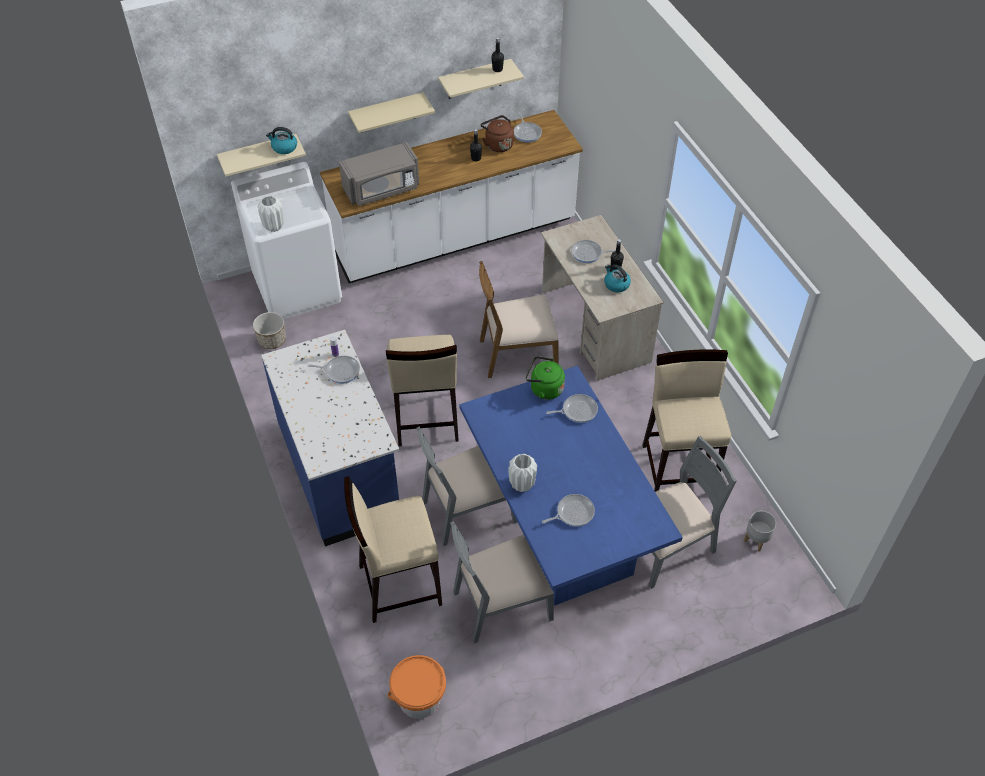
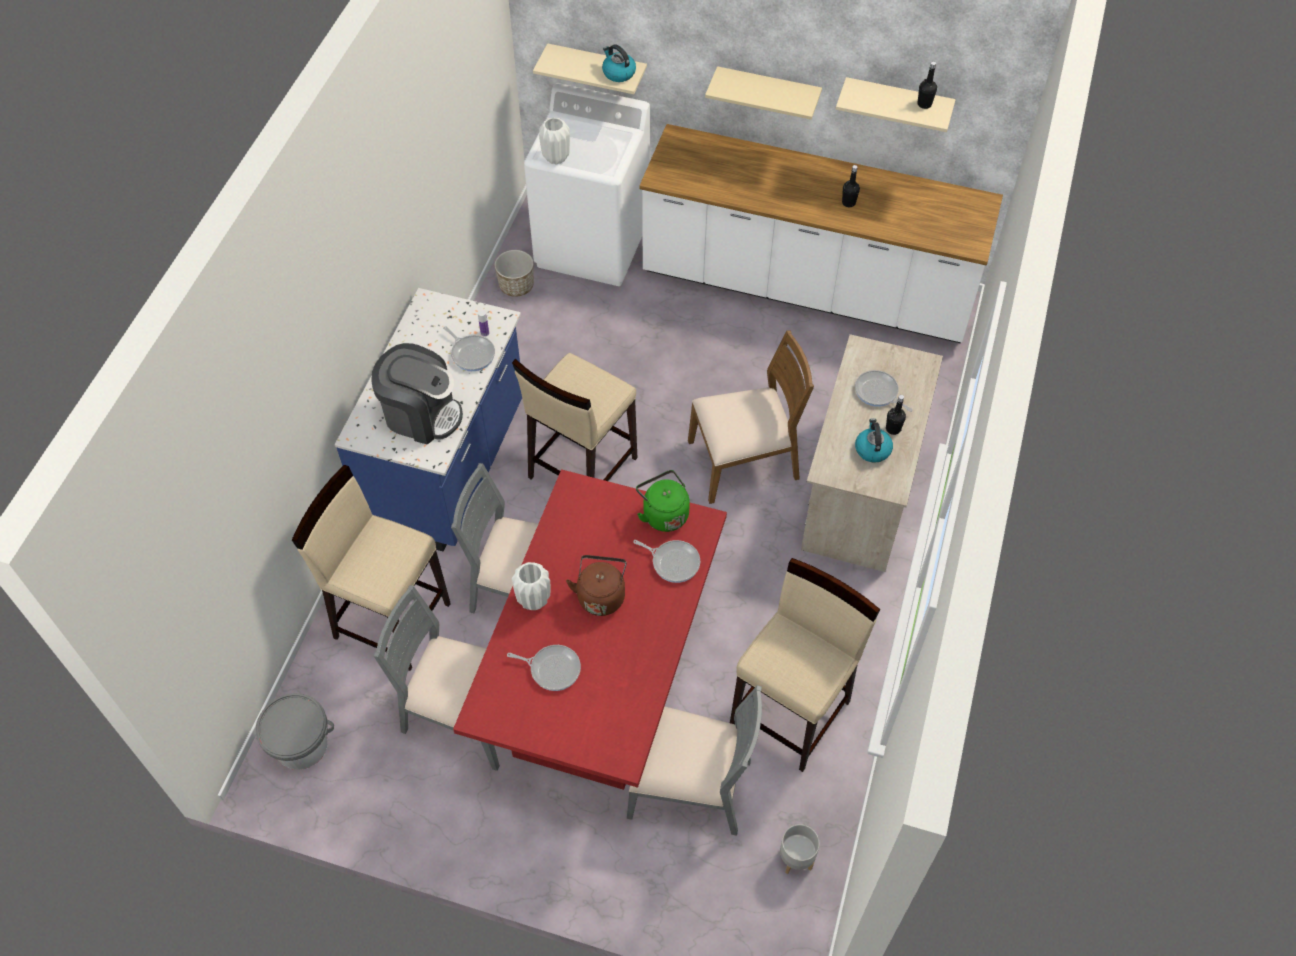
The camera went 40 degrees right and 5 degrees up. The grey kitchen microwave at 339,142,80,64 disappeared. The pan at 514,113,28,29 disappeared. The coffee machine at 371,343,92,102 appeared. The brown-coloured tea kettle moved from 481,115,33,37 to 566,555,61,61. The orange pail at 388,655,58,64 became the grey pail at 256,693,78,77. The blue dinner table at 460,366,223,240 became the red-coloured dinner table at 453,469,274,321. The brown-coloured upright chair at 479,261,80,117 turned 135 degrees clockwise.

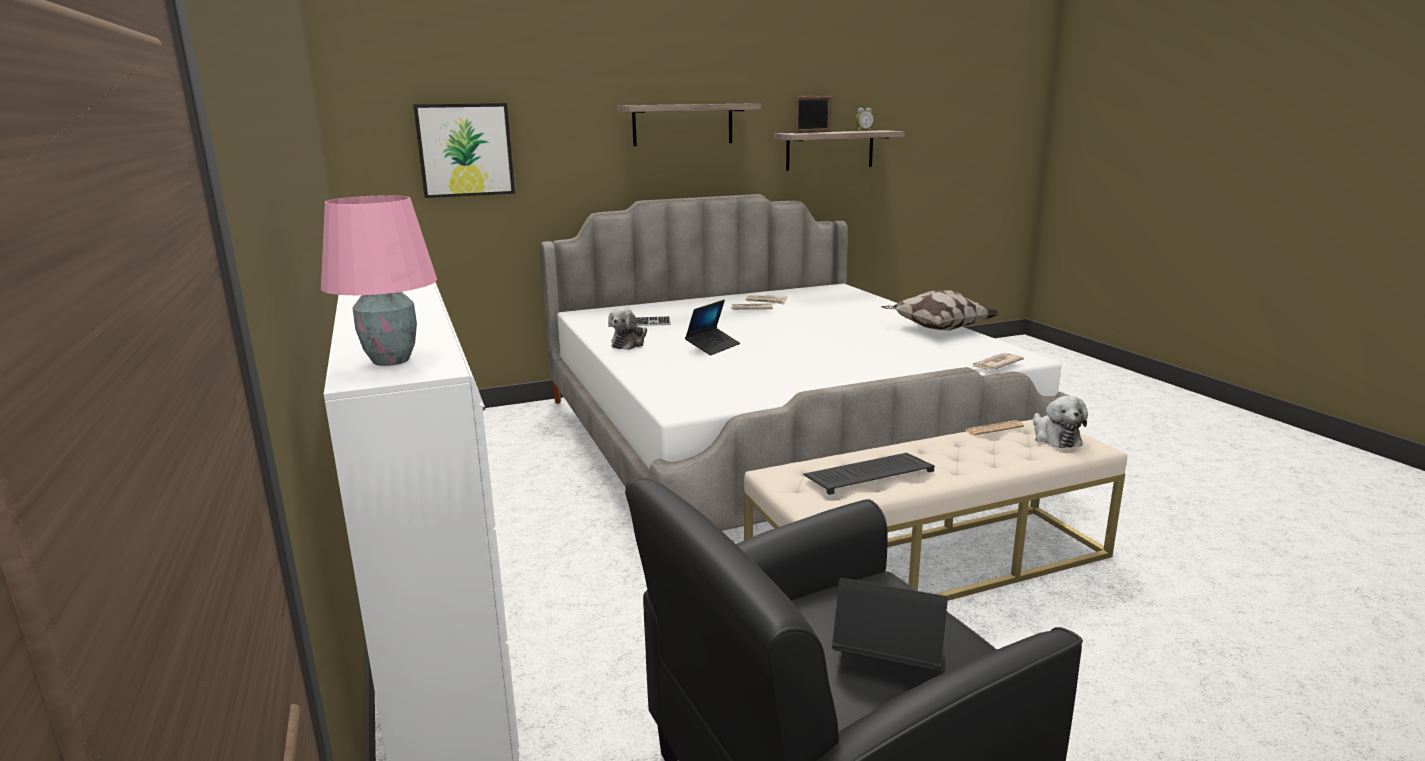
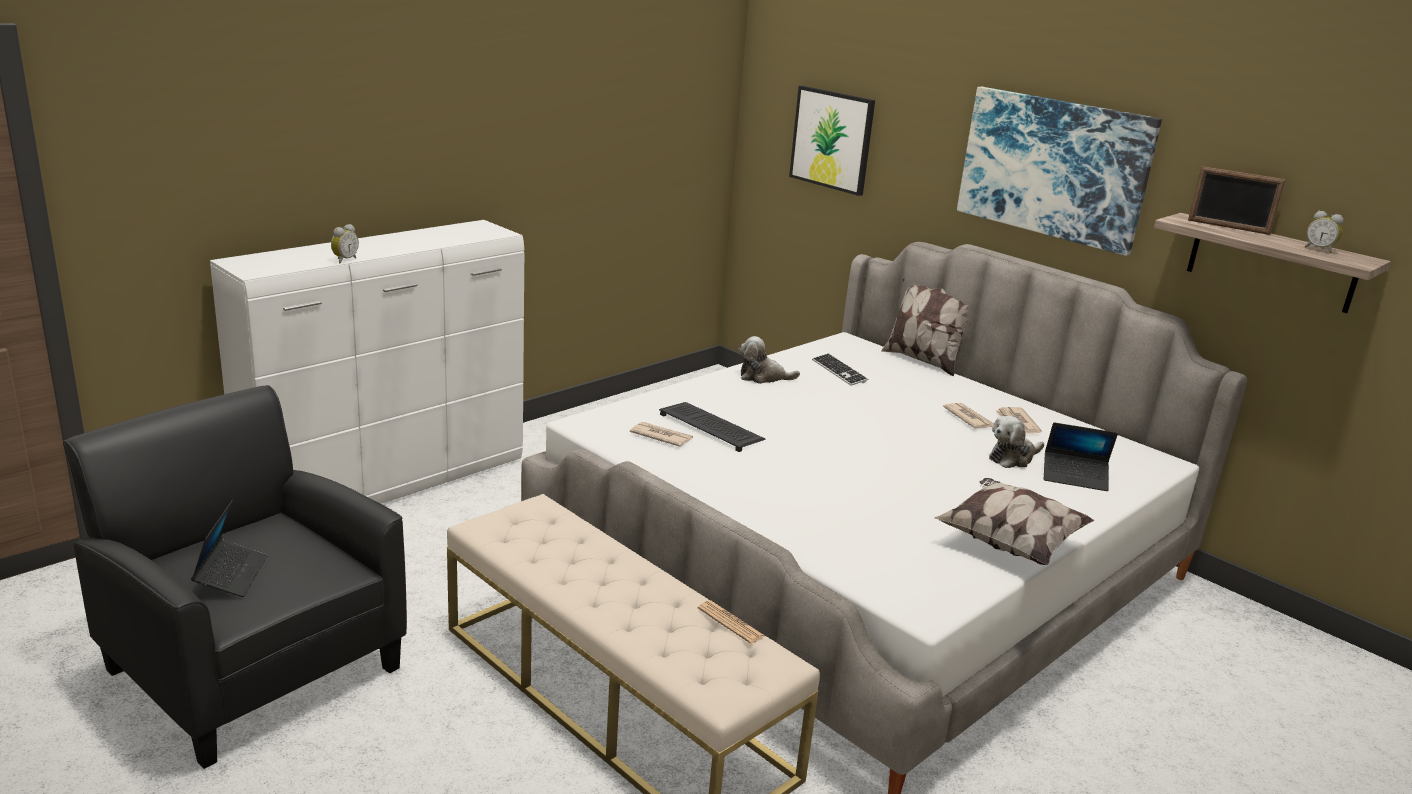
The camera went 65 degrees right and 5 degrees up. The pinkish table lamp at 321,195,116,171 disappeared. The alarm clock at 331,224,28,39 appeared. The pillow at 882,277,87,99 appeared. The notebook computer moved from 685,300,55,55 to 1044,422,74,69. The computer keyboard moved from 803,453,132,42 to 659,402,106,50. The printed paper moved from 972,353,52,17 to 630,422,63,25. The cuddly toy moved from 1033,396,55,52 to 989,416,55,52. The bracket shelf at 617,103,144,43 was replaced by the wall art at 957,87,205,169.

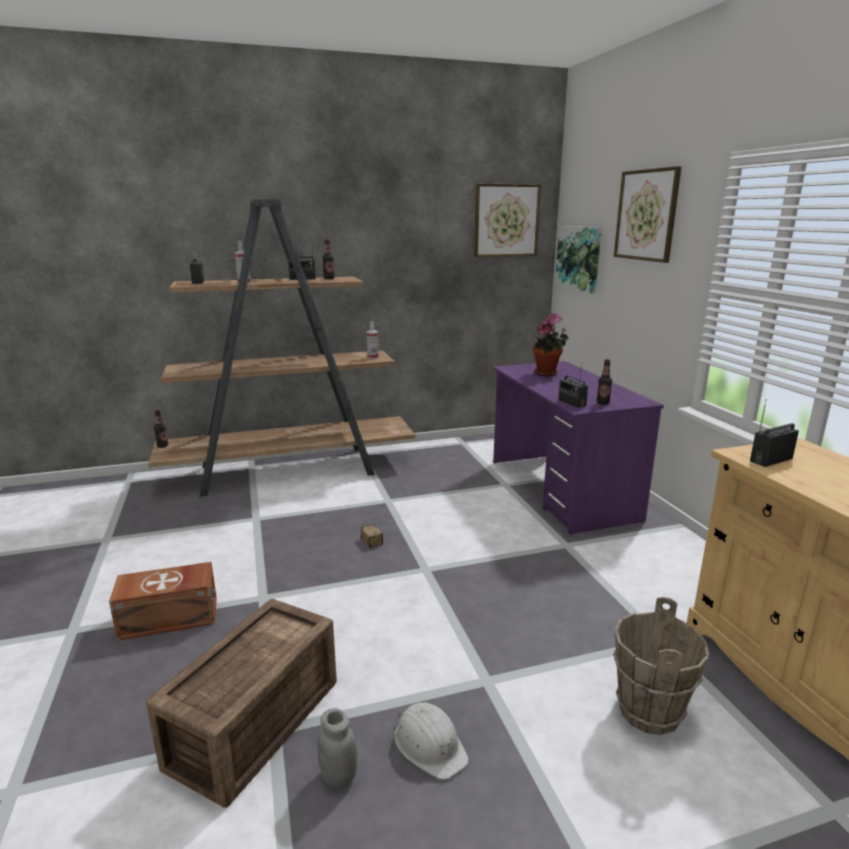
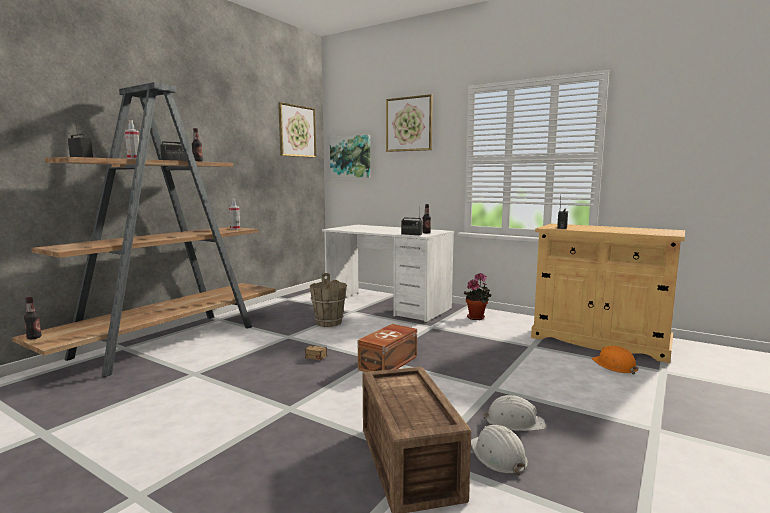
The camera went 40 degrees left and 10 degrees down. The orange safety helmet at 592,346,47,29 appeared. The brown-coloured storage bin moved from 109,562,108,79 to 358,324,59,48. The houseplant moved from 533,313,36,63 to 464,273,27,47. The brown-coloured pail moved from 613,597,96,138 to 310,273,37,54. The grey preserve jar at 317,708,40,80 was replaced by the white safety helmet at 471,425,57,51. The purplish desk unit at 492,361,172,174 became the white desk unit at 322,224,132,98.

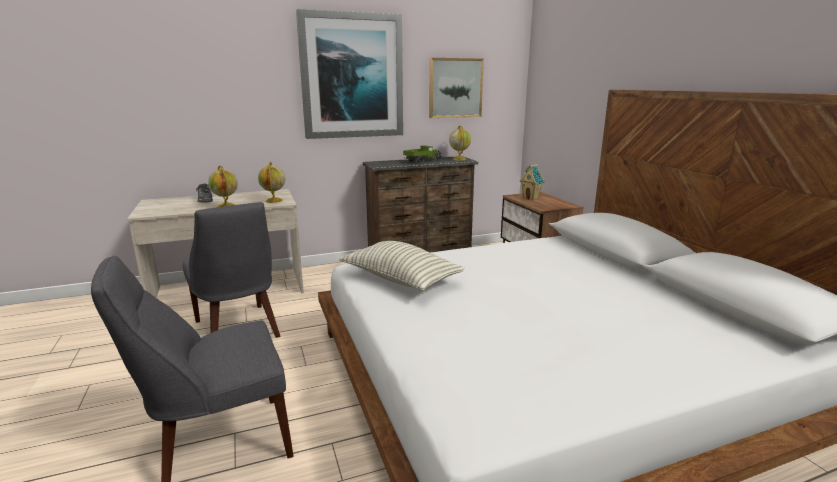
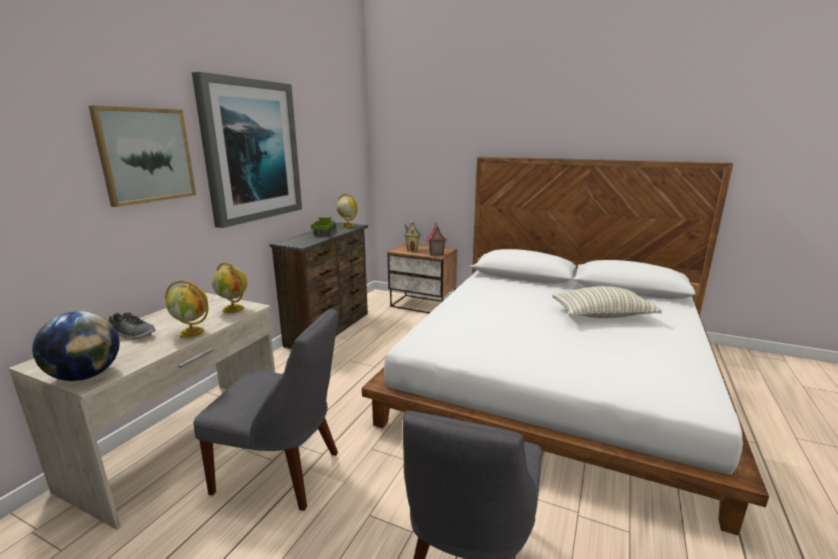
The camera went 45 degrees left and 0 degrees up. The globe at 32,311,88,70 appeared. The toy house at 426,222,21,34 appeared. The pillow moved from 339,241,125,50 to 552,286,110,32. The wall art moved from 429,58,55,60 to 89,106,107,101.

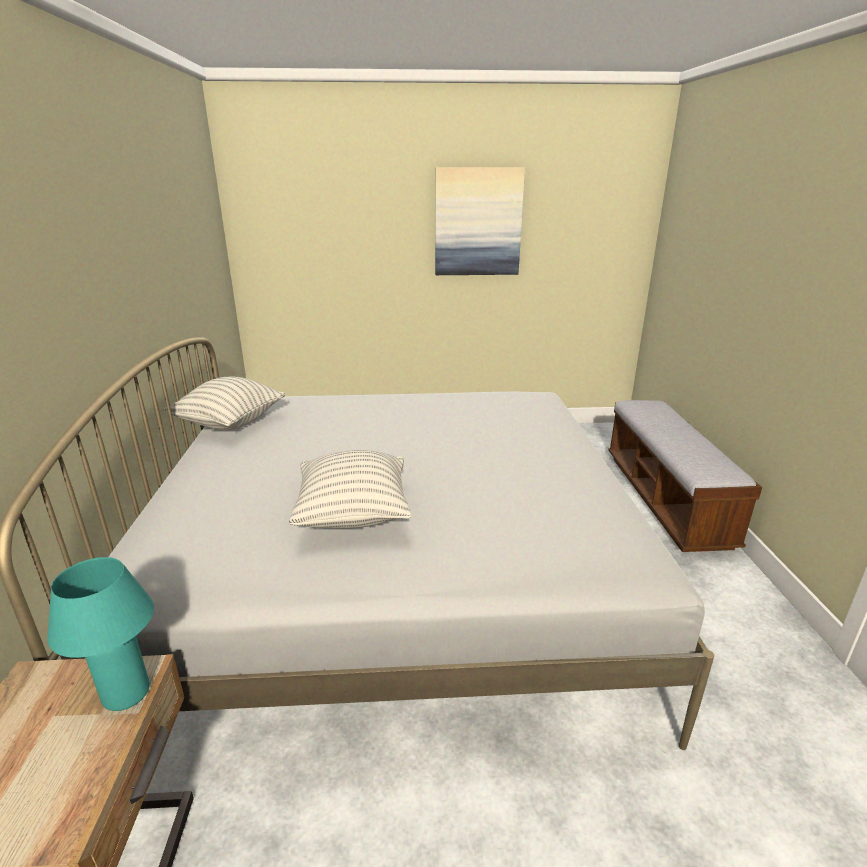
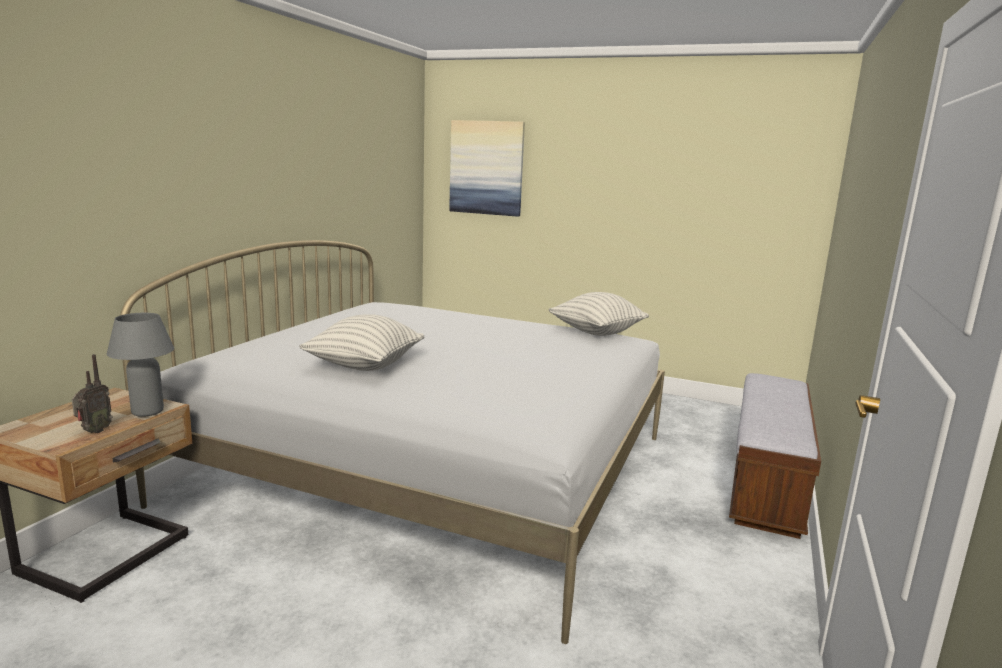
The camera went 25 degrees right and 10 degrees down. The radio at 72,354,40,79 appeared. The pillow moved from 163,377,122,53 to 549,292,100,44. The wall art moved from 435,167,90,108 to 449,120,76,97. The turquoise-coloured table lamp at 47,557,107,154 became the grey table lamp at 107,313,67,104.

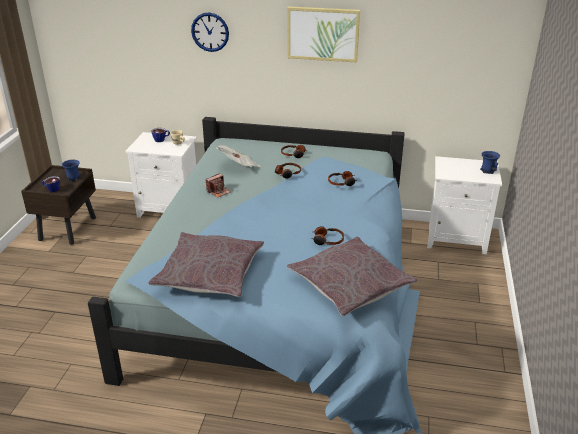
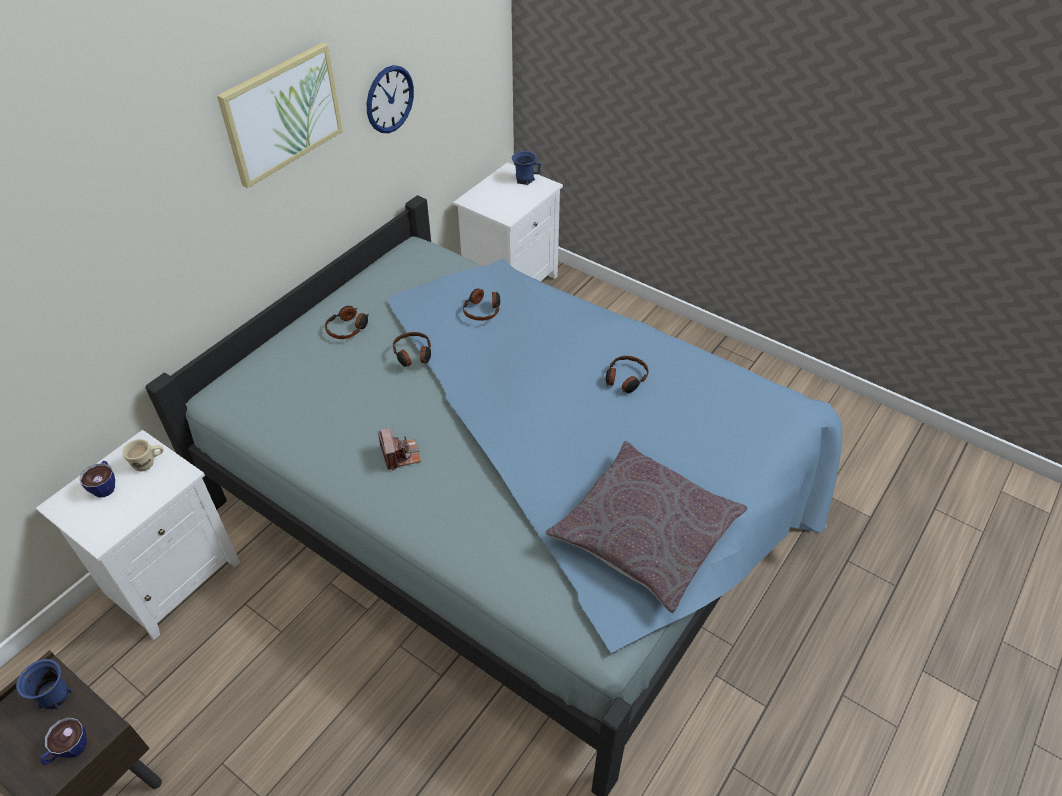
The camera went 65 degrees left and 15 degrees up. The printed paper at 216,145,45,22 disappeared. The grey pillow at 287,236,130,81 disappeared. The hanging clock moved from 191,13,38,39 to 367,65,47,68.

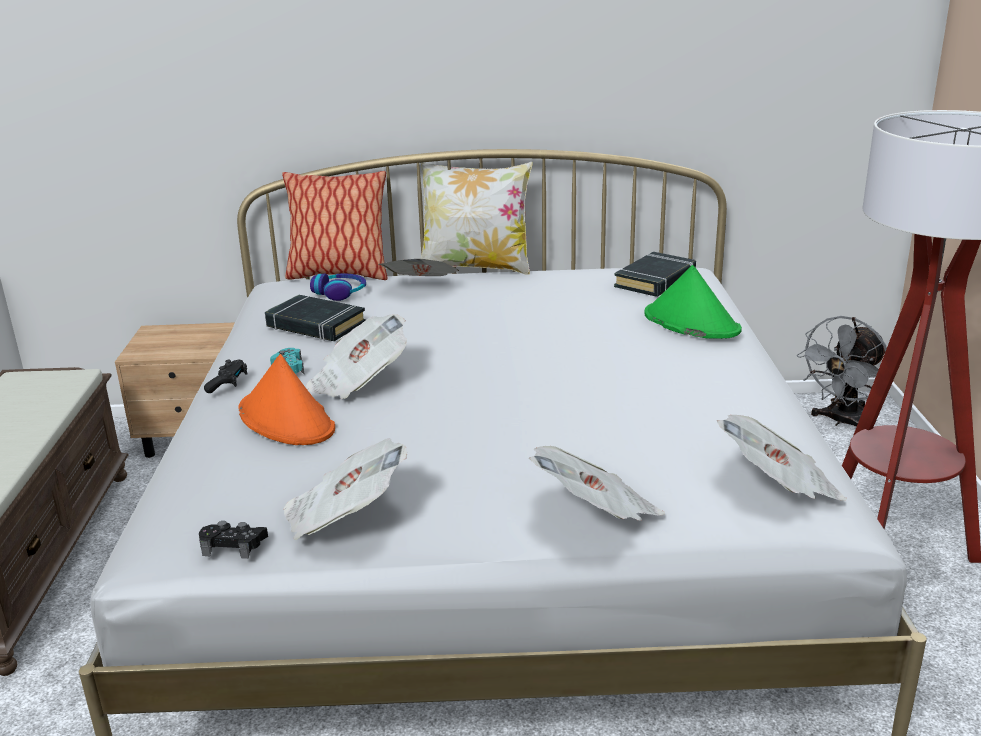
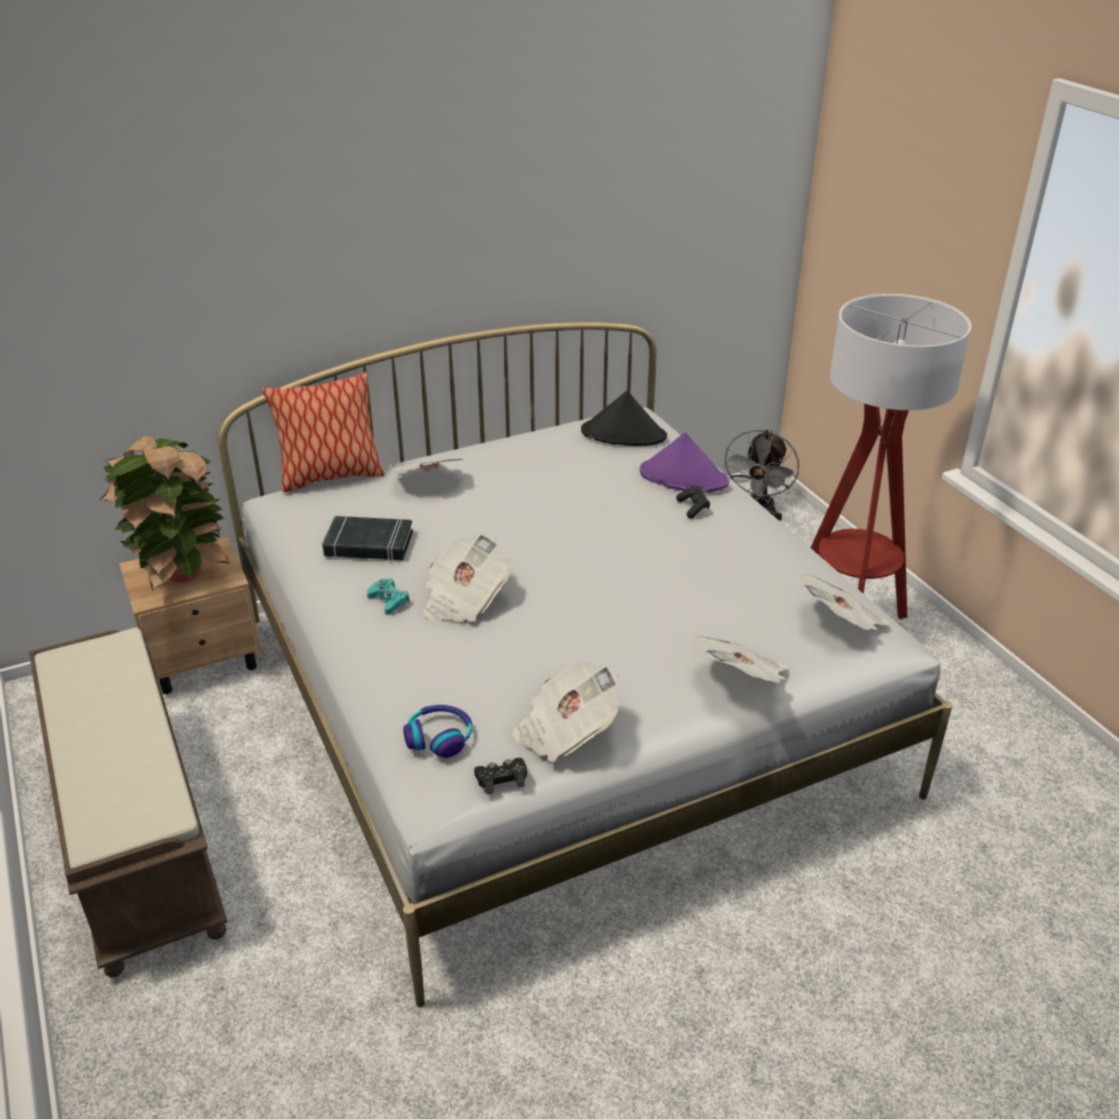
The camera went 25 degrees left and 10 degrees up. The orange hat at 239,354,96,91 disappeared. The pillow at 421,162,112,113 disappeared. The houseplant at 100,435,131,156 appeared. The blackish game controller moved from 204,359,43,34 to 676,487,34,31. The pair of headphones moved from 310,273,56,28 to 403,705,69,53. The blackish book at 614,252,82,45 was replaced by the blackish hat at 581,391,86,55. The greenish hat at 644,265,98,74 became the purplish hat at 640,432,89,61.

